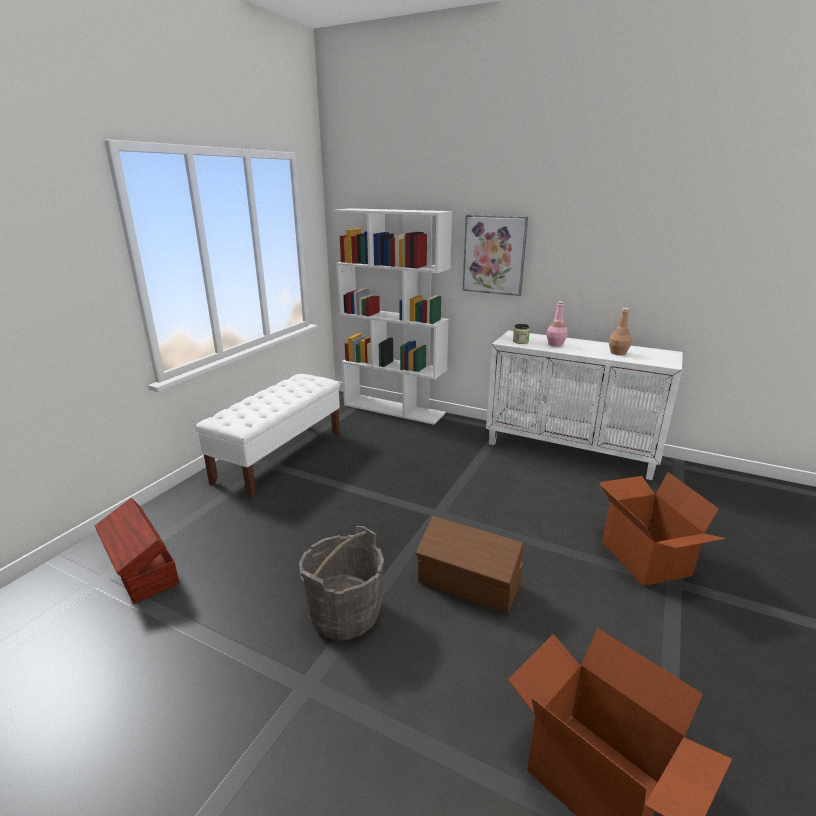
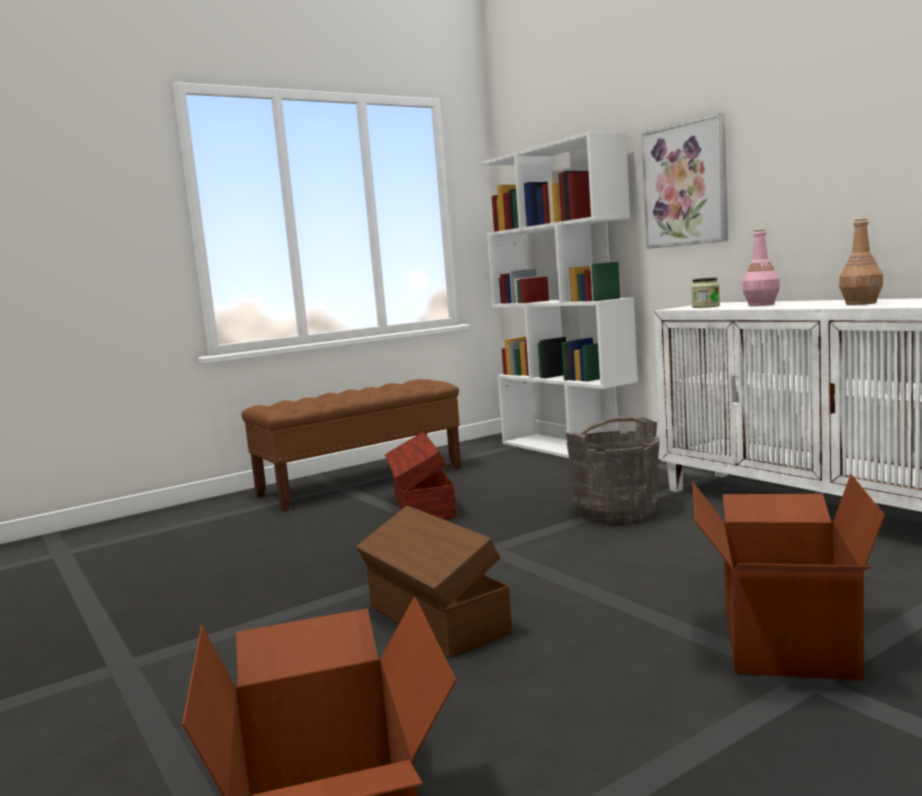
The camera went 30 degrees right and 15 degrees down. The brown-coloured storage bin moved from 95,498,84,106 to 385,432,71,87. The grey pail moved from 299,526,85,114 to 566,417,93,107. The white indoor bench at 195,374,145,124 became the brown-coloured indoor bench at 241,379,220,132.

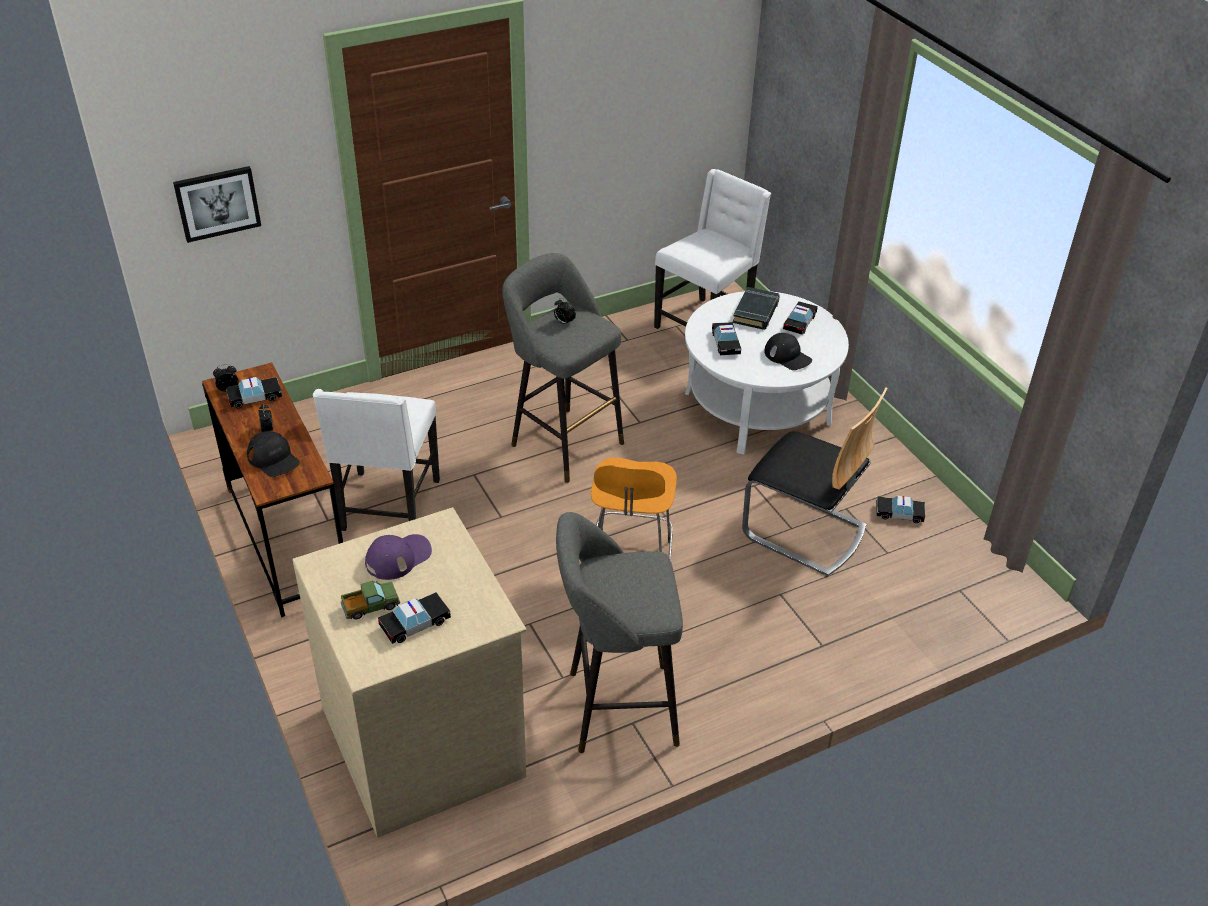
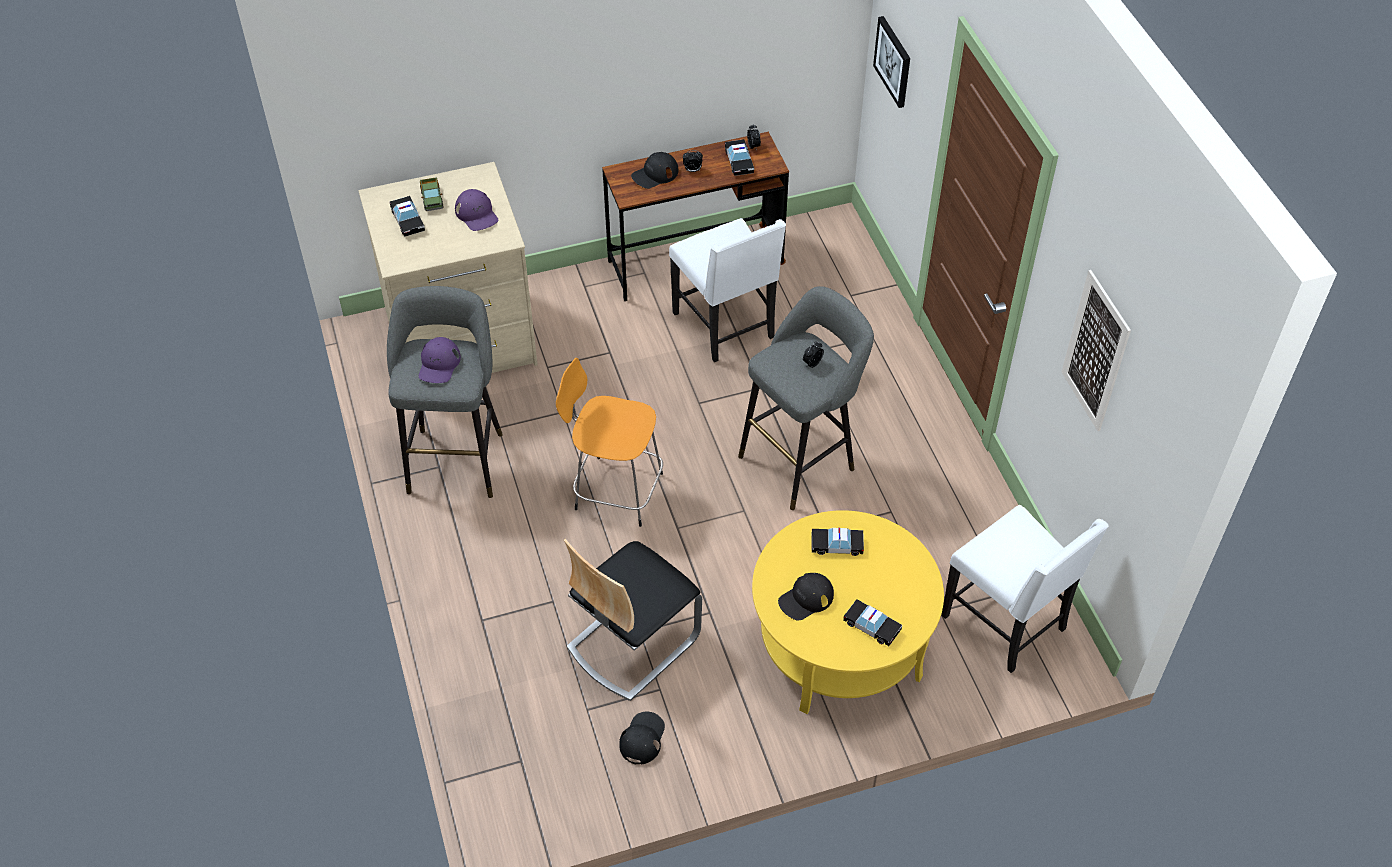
The camera went 100 degrees right and 10 degrees up. The blackish book at 733,287,47,43 disappeared. The purplish peaked cap at 419,337,42,46 appeared. The wall art at 1062,270,69,161 appeared. The toy car at 876,496,49,27 was replaced by the blackish peaked cap at 619,712,46,53. The white low table at 685,291,164,163 became the yellow-coloured low table at 752,510,192,204. The white upright chair at 313,389,127,142 turned 135 degrees counterclockwise.

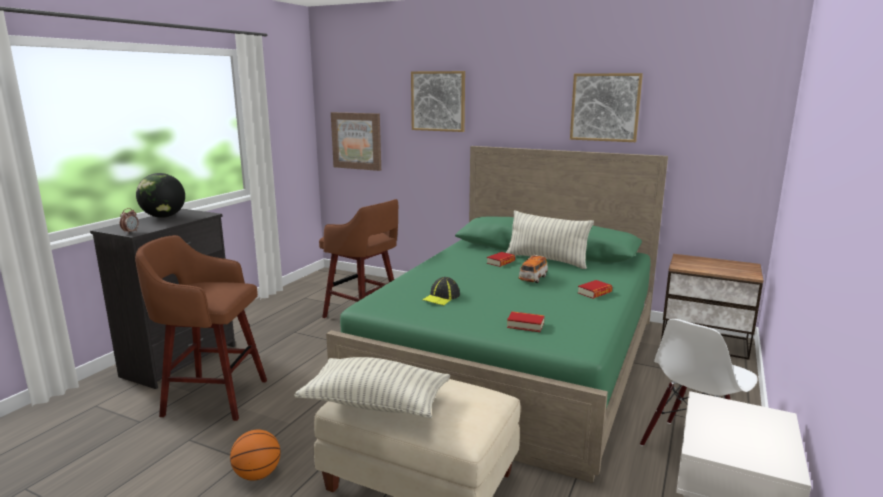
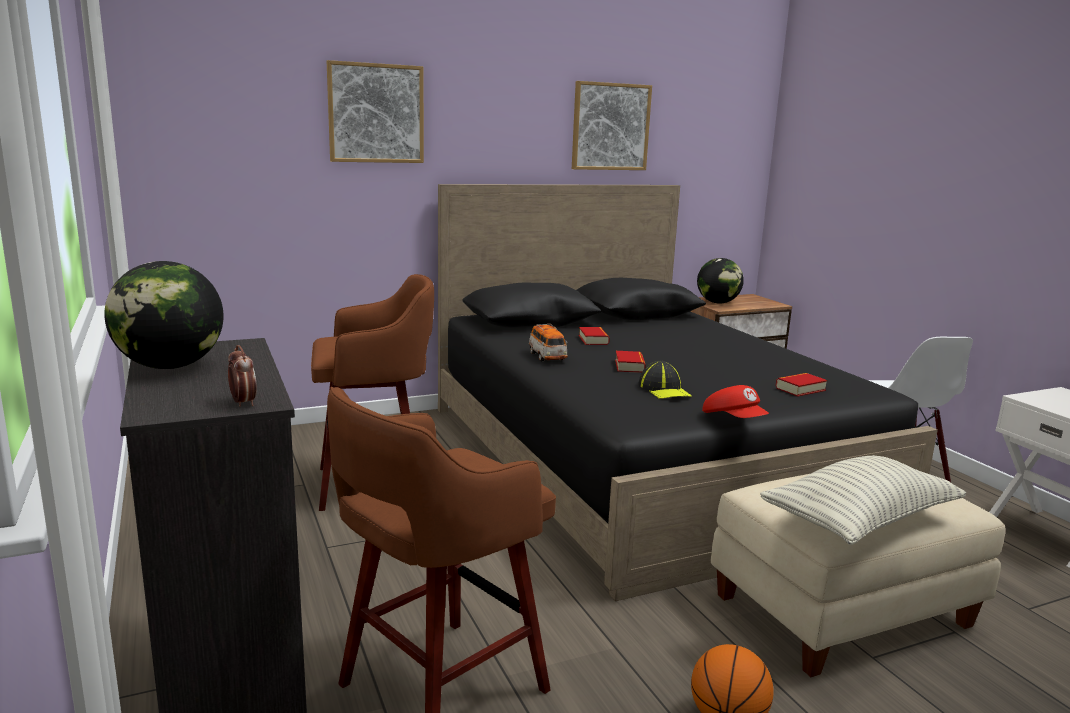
The camera went 50 degrees left and 0 degrees up. The wall art at 331,112,50,59 disappeared. The pillow at 506,210,88,59 disappeared. The globe at 697,258,47,45 appeared. The red-coloured peaked cap at 702,385,67,33 appeared. The toy car moved from 518,255,30,28 to 529,323,39,38. The book moved from 578,280,34,19 to 615,351,31,22. The greenish bed at 326,146,342,337 became the blackish bed at 438,184,500,417.

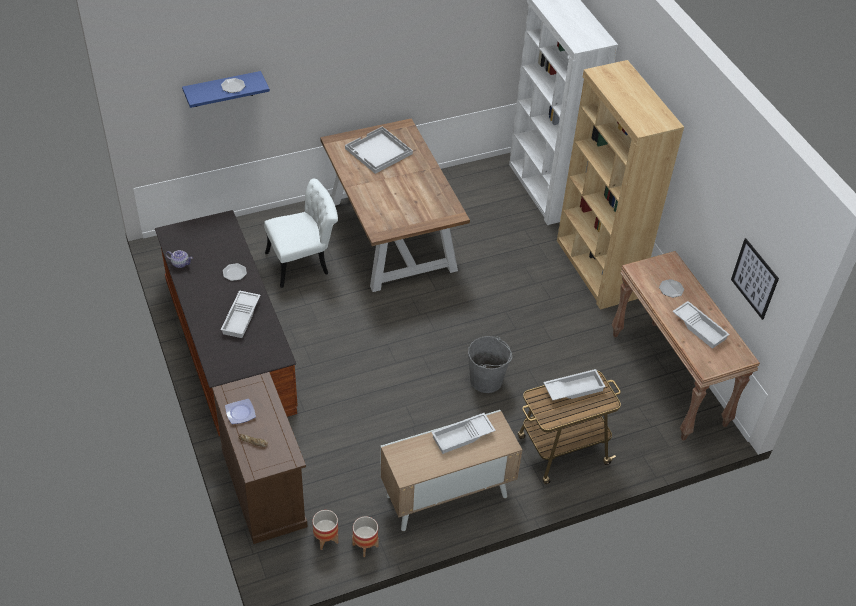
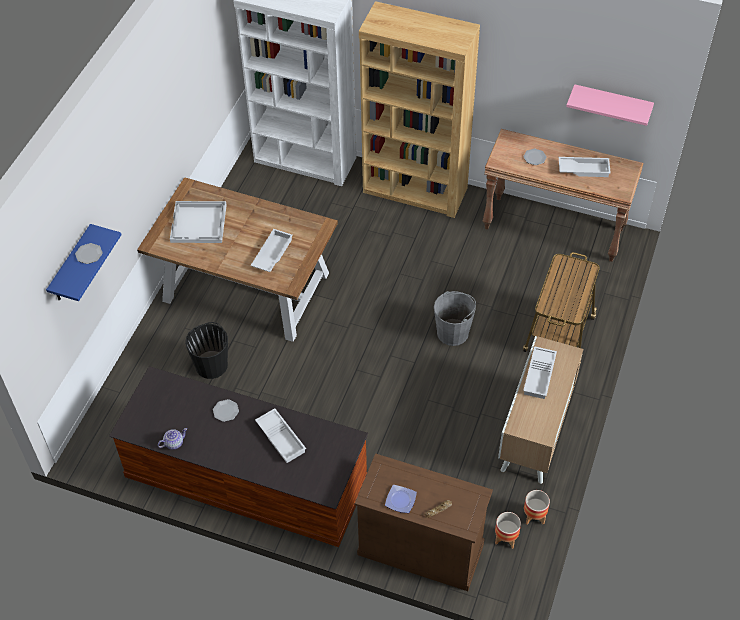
The camera went 45 degrees left and 5 degrees up. The white serving tray moved from 543,369,63,32 to 251,229,42,43. The white upright chair at 264,179,74,109 was replaced by the blackish pail at 185,322,43,57. The wall art at 731,238,48,82 was replaced by the pinkish bracket shelf at 566,84,88,42.

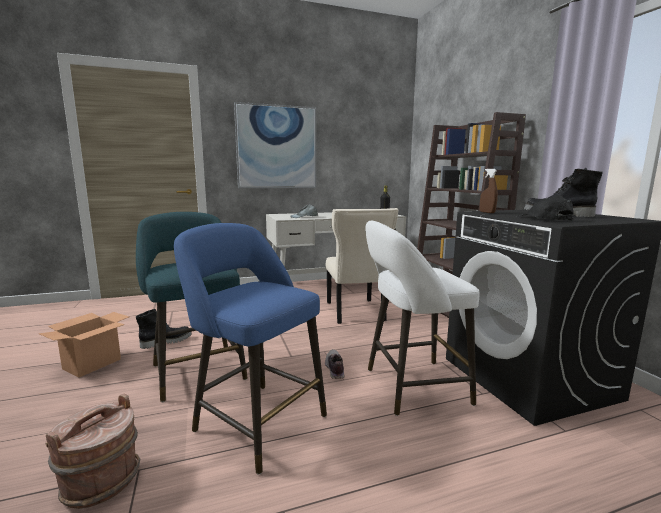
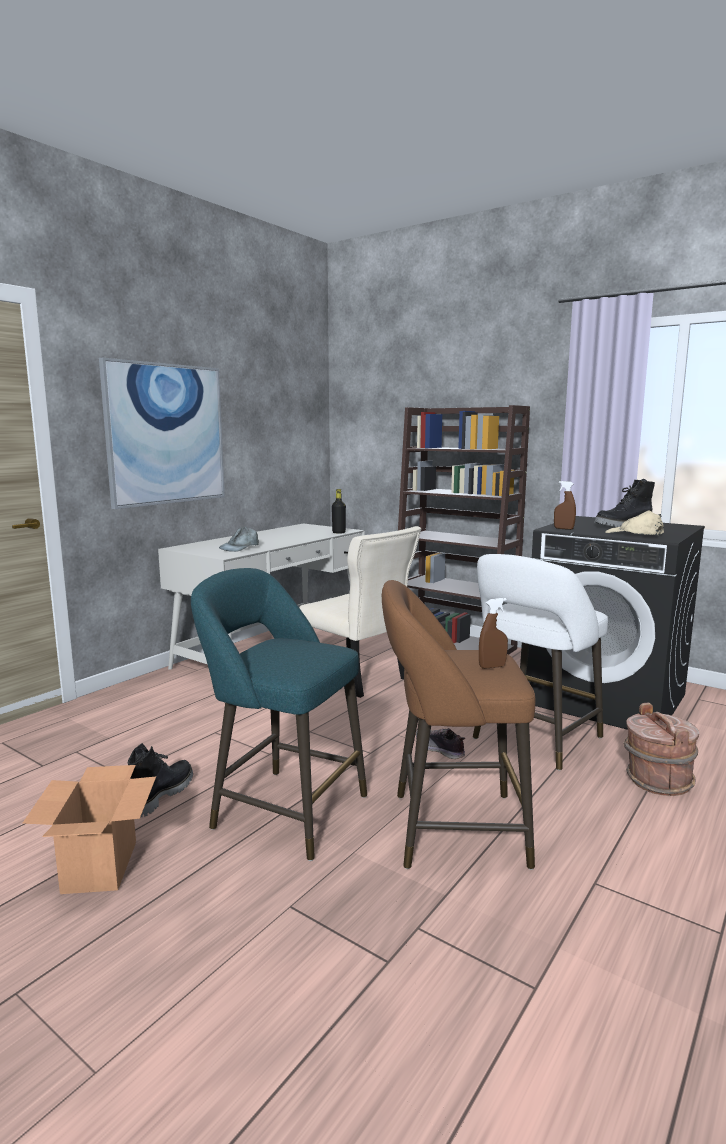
The camera went 35 degrees left and 0 degrees up. The brown-coloured hand sprayer at 479,598,29,71 appeared. The brown-coloured pail moved from 45,394,95,115 to 623,702,76,94. The blue stool at 174,223,153,252 became the brown-coloured stool at 382,580,153,290. The blackish peaked cap at 516,195,58,26 became the sand-coloured peaked cap at 605,510,59,25.

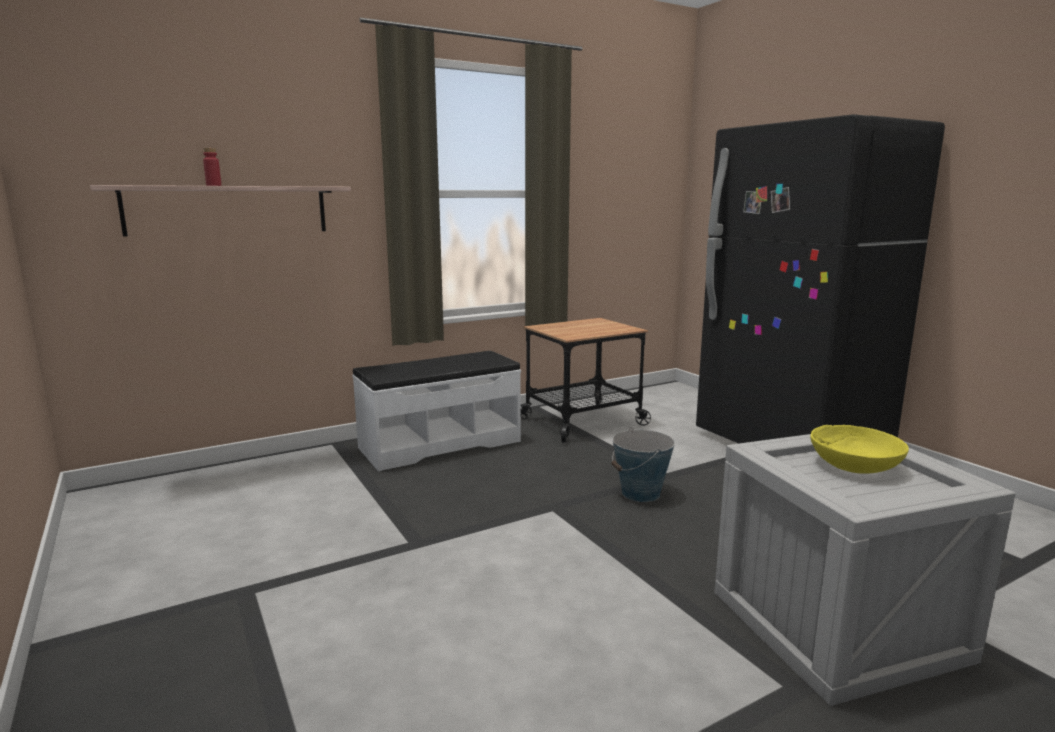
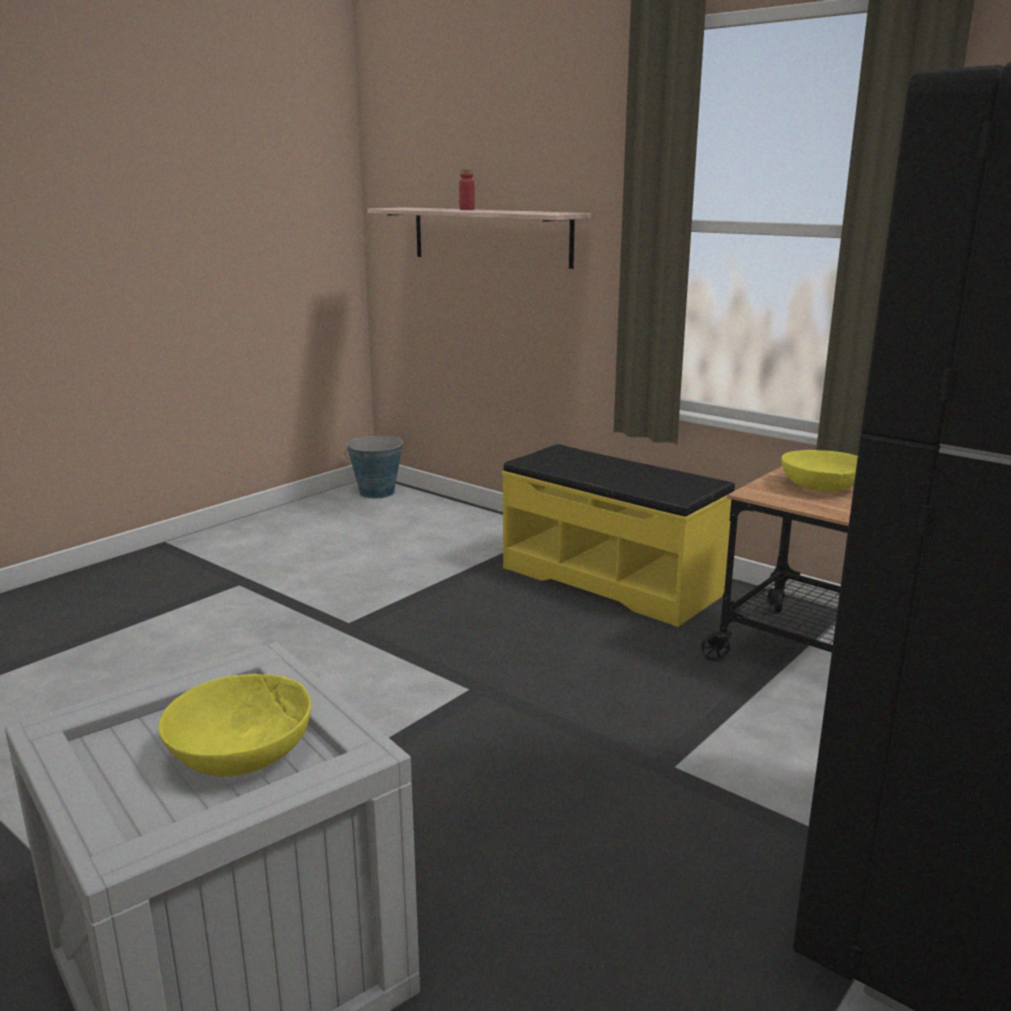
The camera went 70 degrees right and 5 degrees up. The yellow-coloured bowl at 781,450,77,42 appeared. The pail moved from 611,428,64,74 to 345,436,58,63. The white indoor bench at 352,351,169,120 became the yellow-coloured indoor bench at 502,444,233,183.

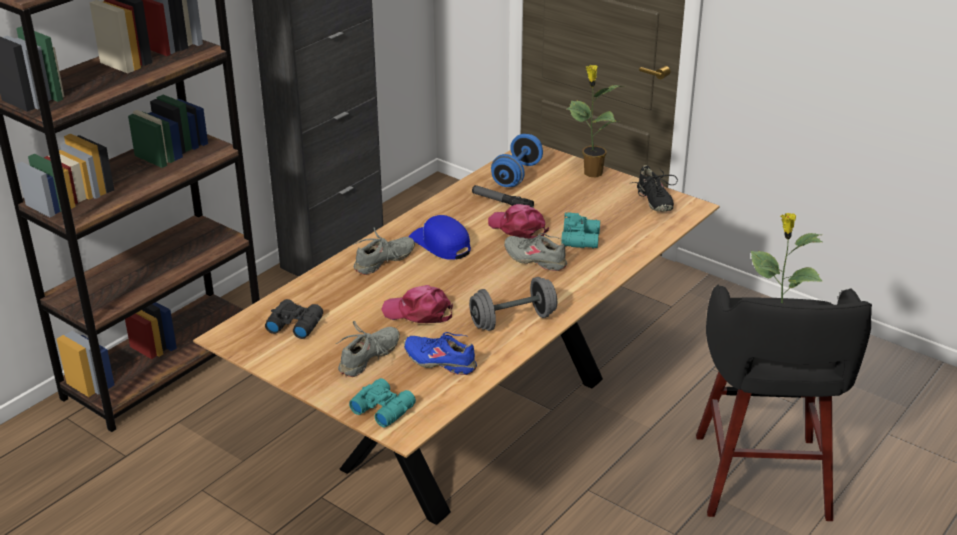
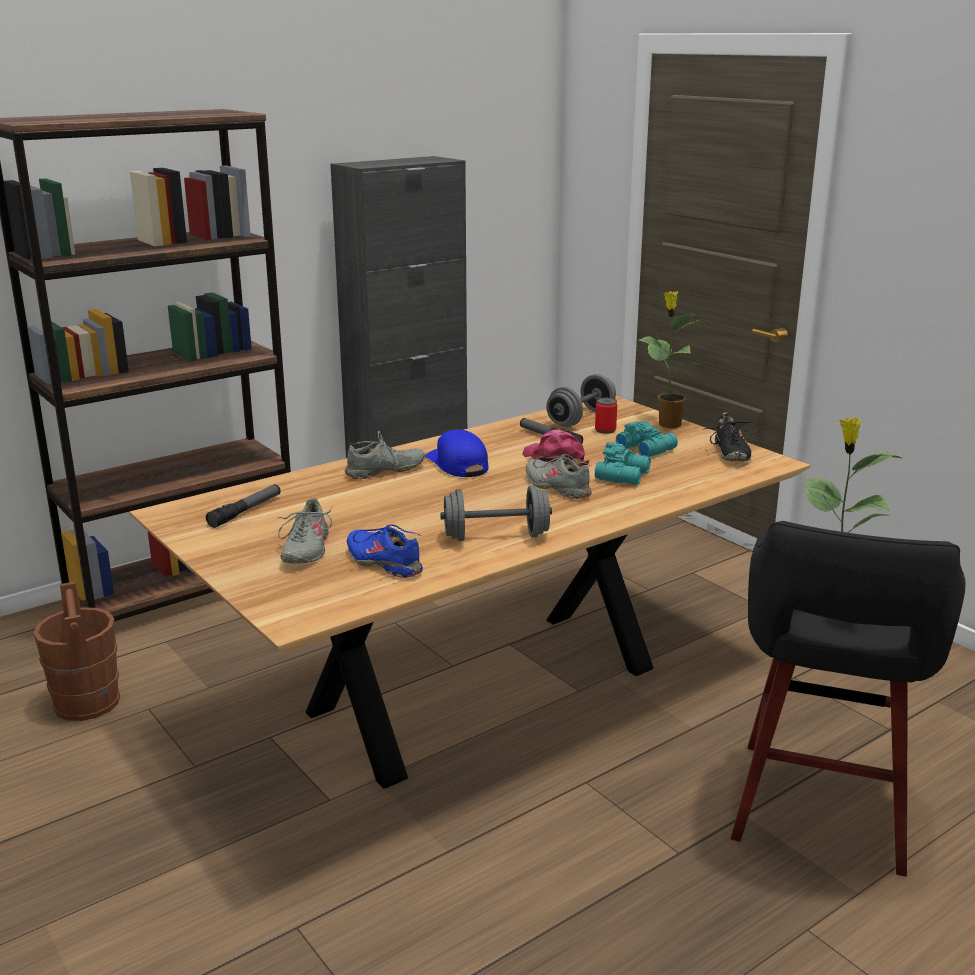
The camera went 15 degrees right and 10 degrees down. The pinkish peaked cap at 381,285,72,38 disappeared. The brown-coloured pail at 33,581,87,140 appeared. The can at 595,398,22,36 appeared. The turquoise-coloured pair of binoculars moved from 349,378,67,50 to 616,421,62,36. The blackish pair of binoculars at 265,299,58,40 was replaced by the torch at 206,484,75,44. The blue dumbbell at 491,134,52,53 became the grey dumbbell at 546,374,70,53. The grey item of footwear at 336,321,64,56 turned 135 degrees clockwise.

